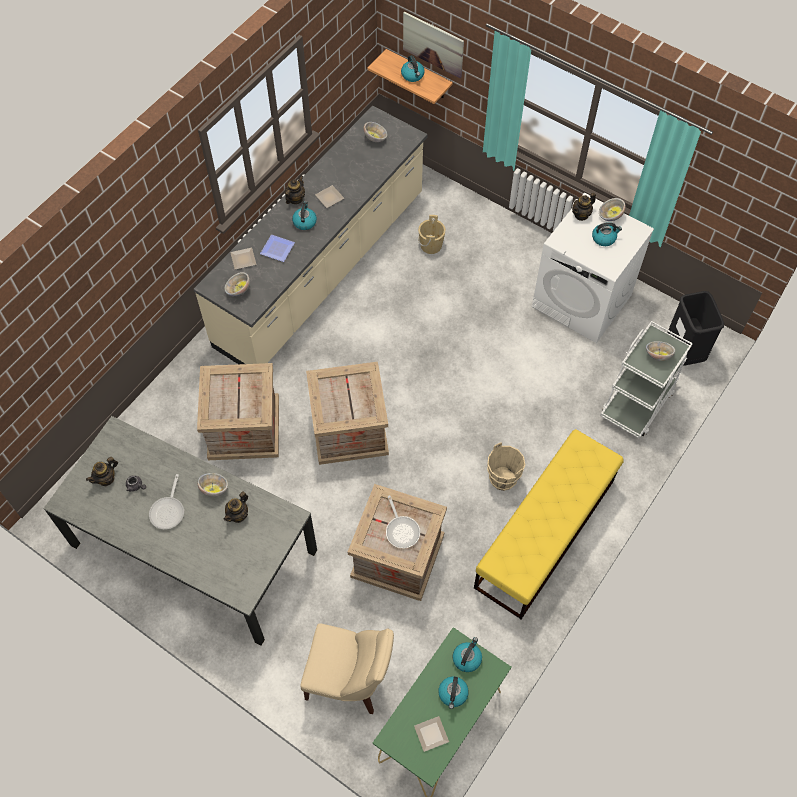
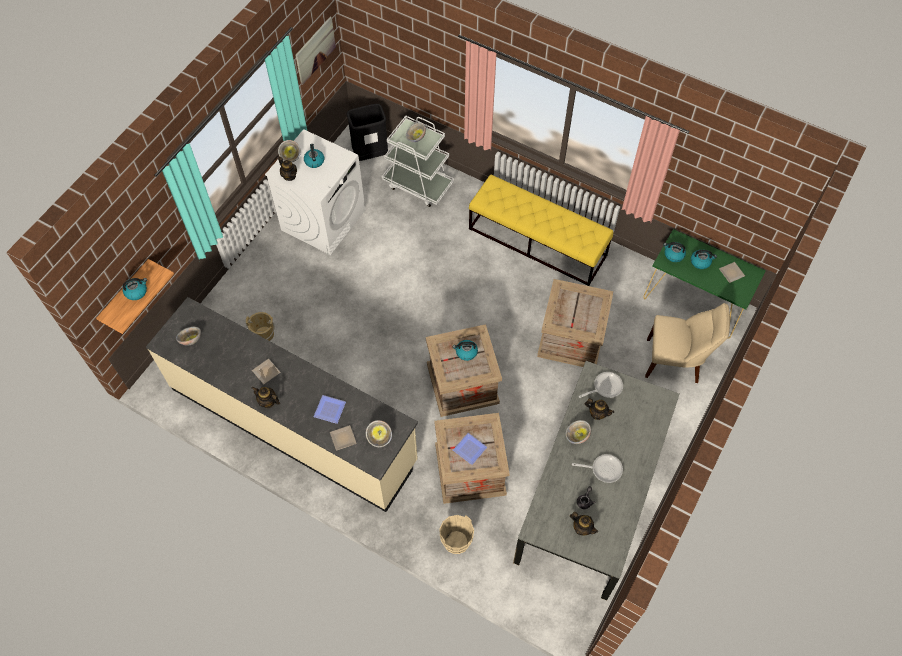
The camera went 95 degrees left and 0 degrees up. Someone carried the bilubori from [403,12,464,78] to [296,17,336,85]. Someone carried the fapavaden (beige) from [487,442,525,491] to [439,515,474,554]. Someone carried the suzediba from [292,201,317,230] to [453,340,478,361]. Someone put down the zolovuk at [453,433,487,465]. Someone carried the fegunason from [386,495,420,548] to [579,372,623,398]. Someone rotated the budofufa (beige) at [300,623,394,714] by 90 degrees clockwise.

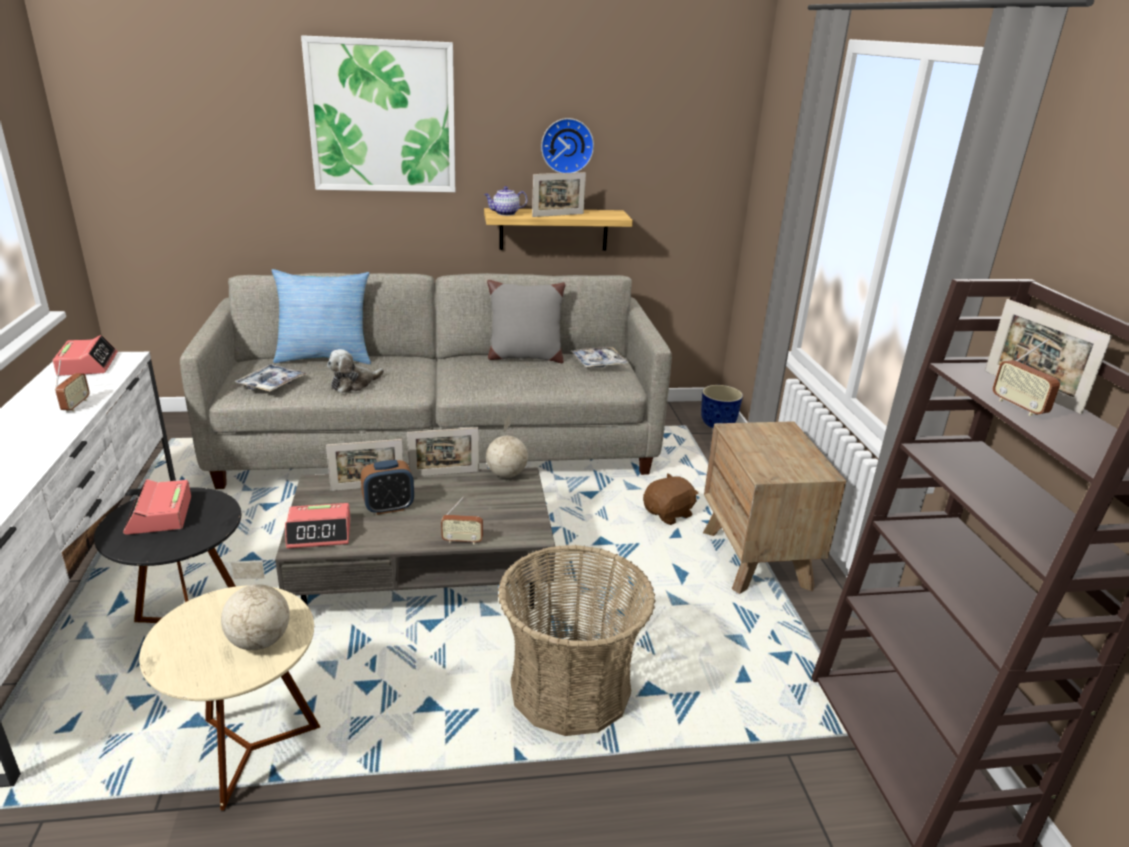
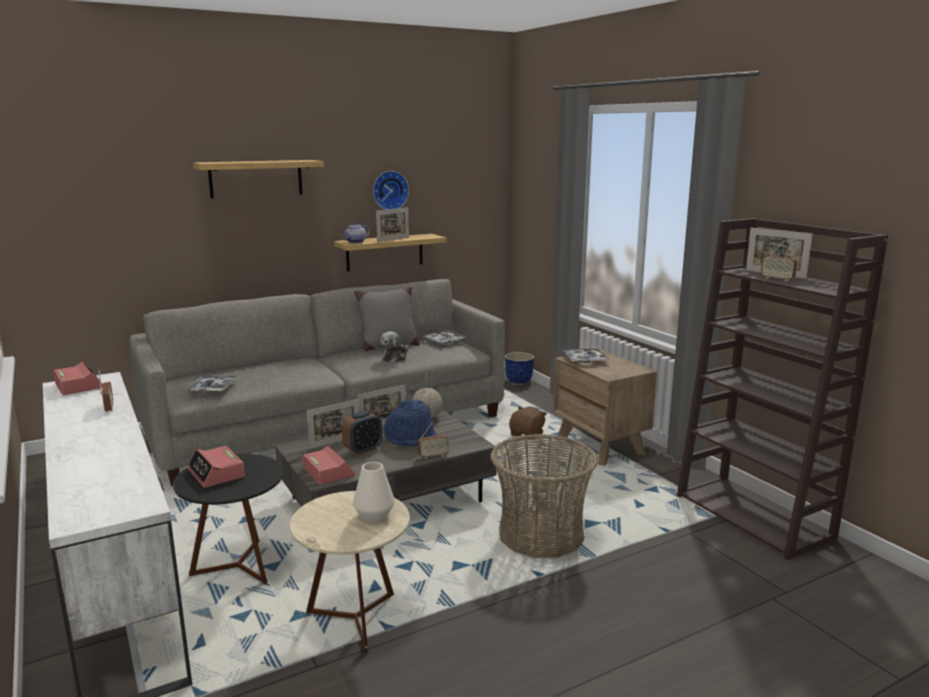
The camera went 20 degrees left and 10 degrees down. Someone swapped the bilubori at [301,35,455,192] for the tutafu at [193,160,324,198]. Someone rotated the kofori at [285,503,351,549] by 90 degrees counterclockwise. Someone swapped the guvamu at [221,562,290,650] for the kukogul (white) at [353,462,395,522]. Someone carried the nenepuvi from [327,349,384,393] to [380,332,409,363]. Someone put down the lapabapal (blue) at [384,399,437,447]. Someone put down the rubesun at [564,349,610,363]. Someone took away the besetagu at [271,269,371,364].

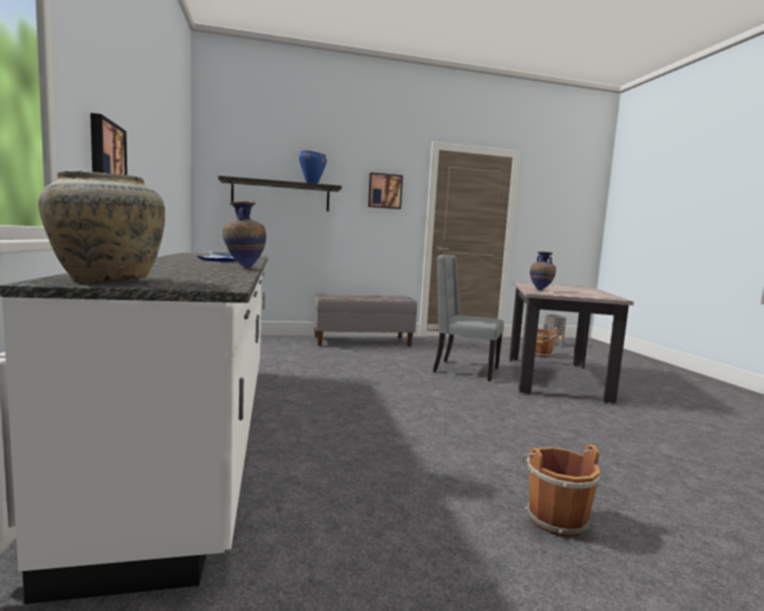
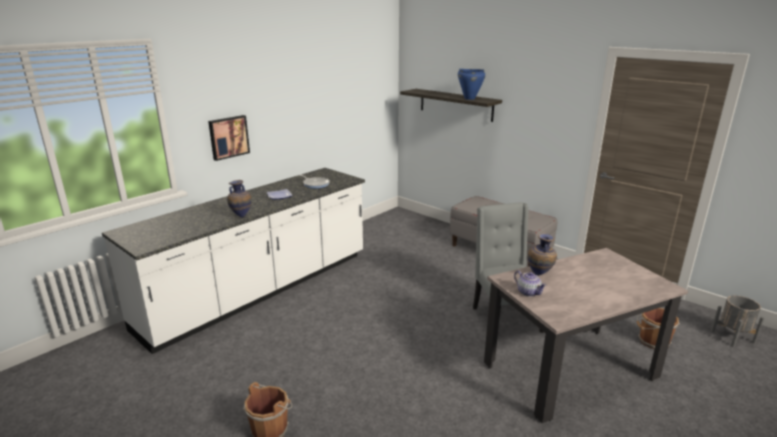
The camera went 55 degrees right and 15 degrees up. Someone put down the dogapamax at [514,271,547,297]. Someone took away the kukogul (beige) at [38,170,165,282]. Someone took away the bilubori at [368,173,403,209].

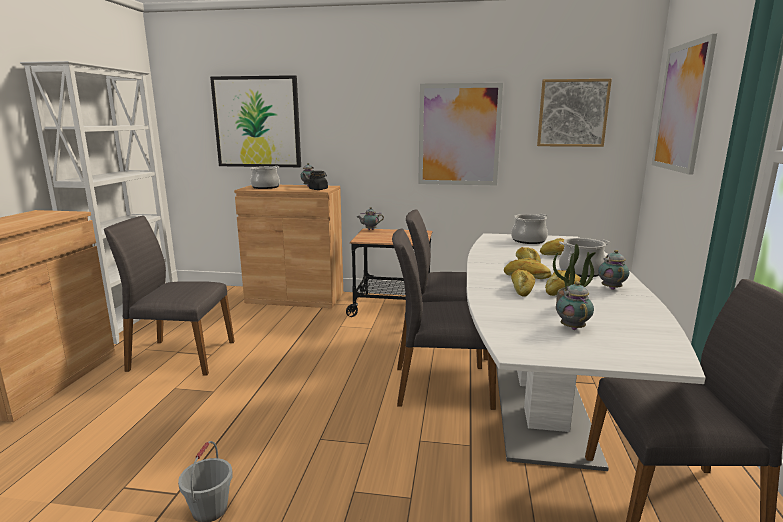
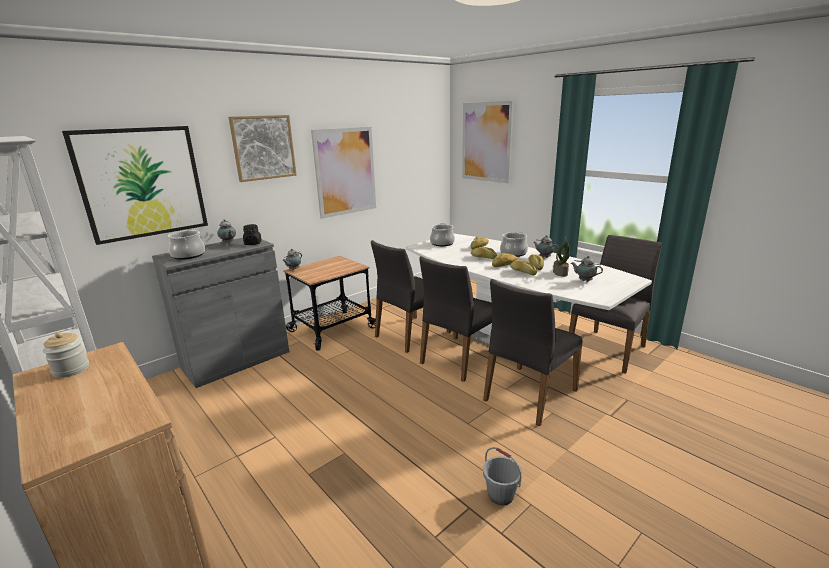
The camera went 50 degrees left and 5 degrees up. Someone put down the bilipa at [43,332,89,378]. Someone repainted the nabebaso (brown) at [234,185,343,308], which became the nabebaso (grey) at [152,238,289,388]. Someone carried the bilubori from [537,79,612,147] to [229,115,296,182]. Someone carried the budofufa (grey) from [104,216,235,376] to [483,279,583,426].

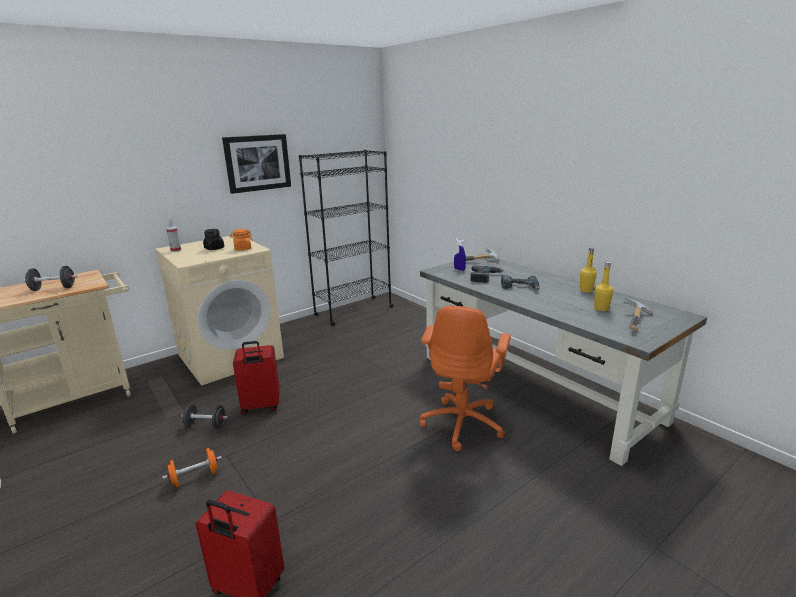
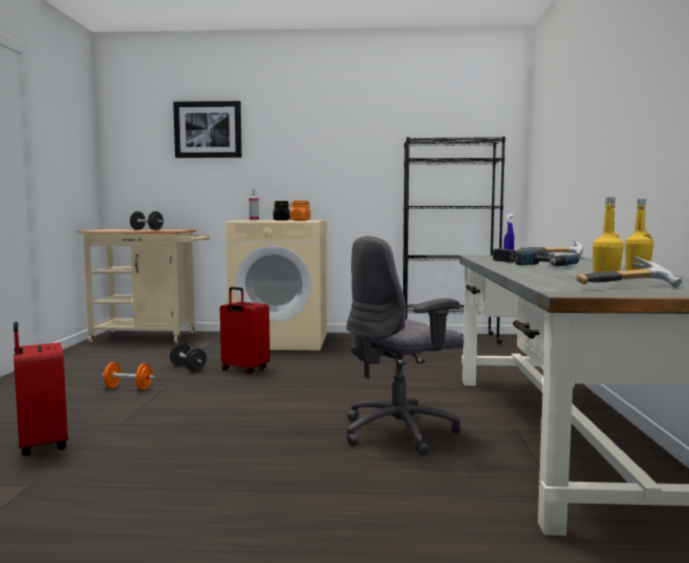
The camera went 40 degrees right and 15 degrees down. Someone carried the bilubori from [222,134,291,194] to [173,101,242,158]. Someone repainted the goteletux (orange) at [420,306,511,451], which became the goteletux (grey) at [346,236,464,455].

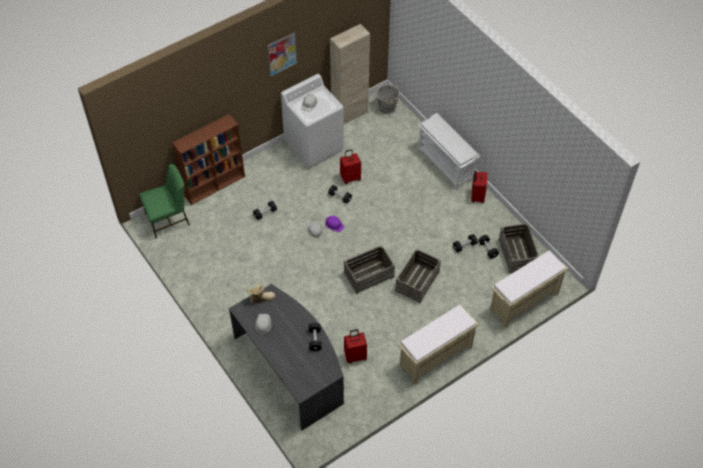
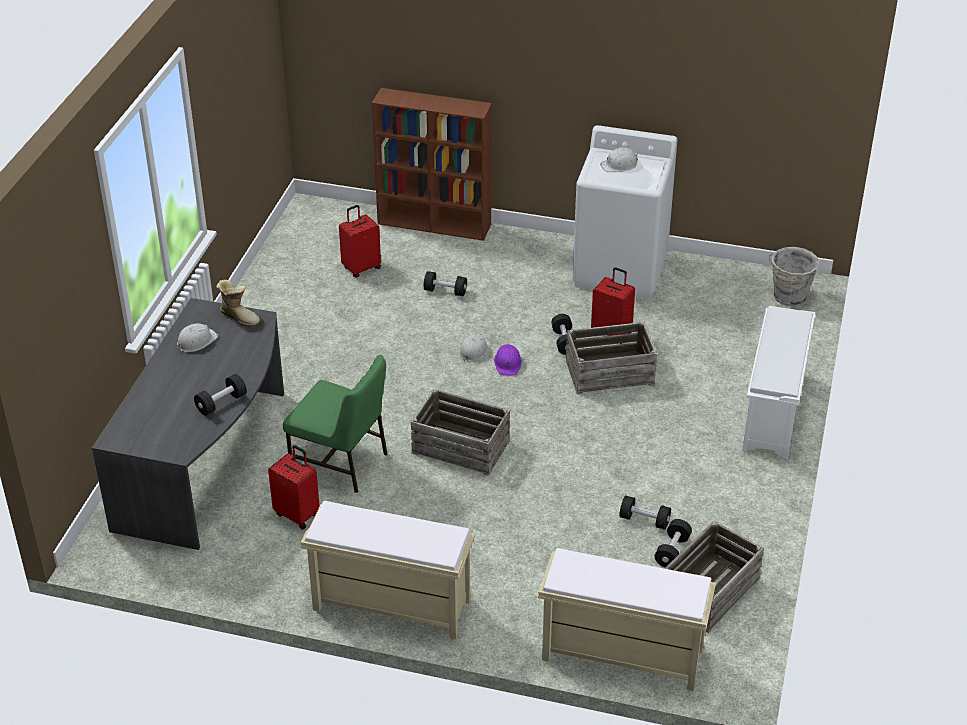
The camera went 50 degrees right and 15 degrees down. Someone carried the budofufa (green) from [139,164,190,238] to [283,355,387,493]. Someone carried the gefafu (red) from [471,170,487,203] to [339,205,381,277]. Someone carried the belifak from [395,249,441,303] to [566,322,657,395]. Someone took away the bilubori at [267,32,297,77]. Someone took away the nabebaso (beige) at [330,24,370,124].

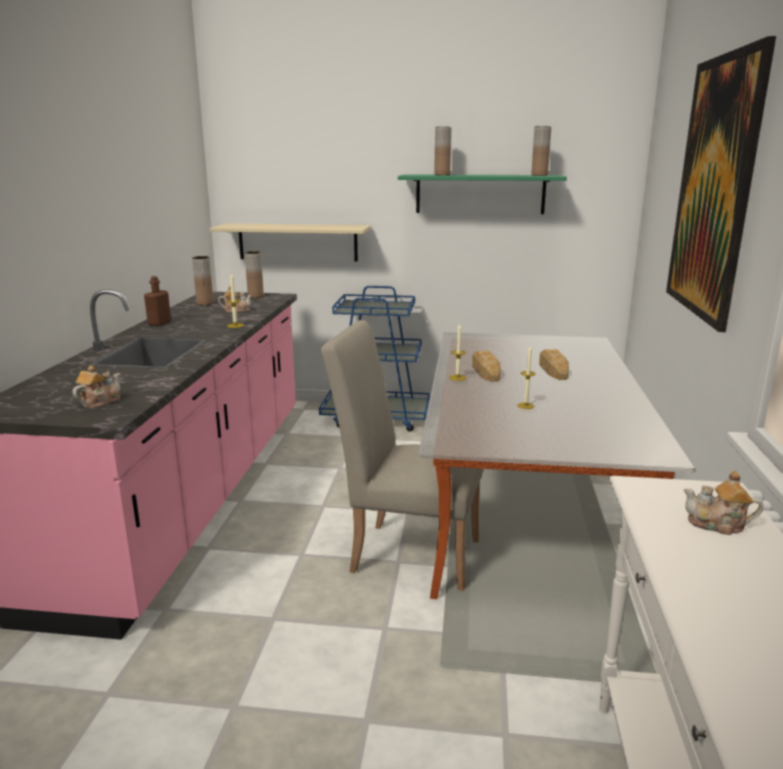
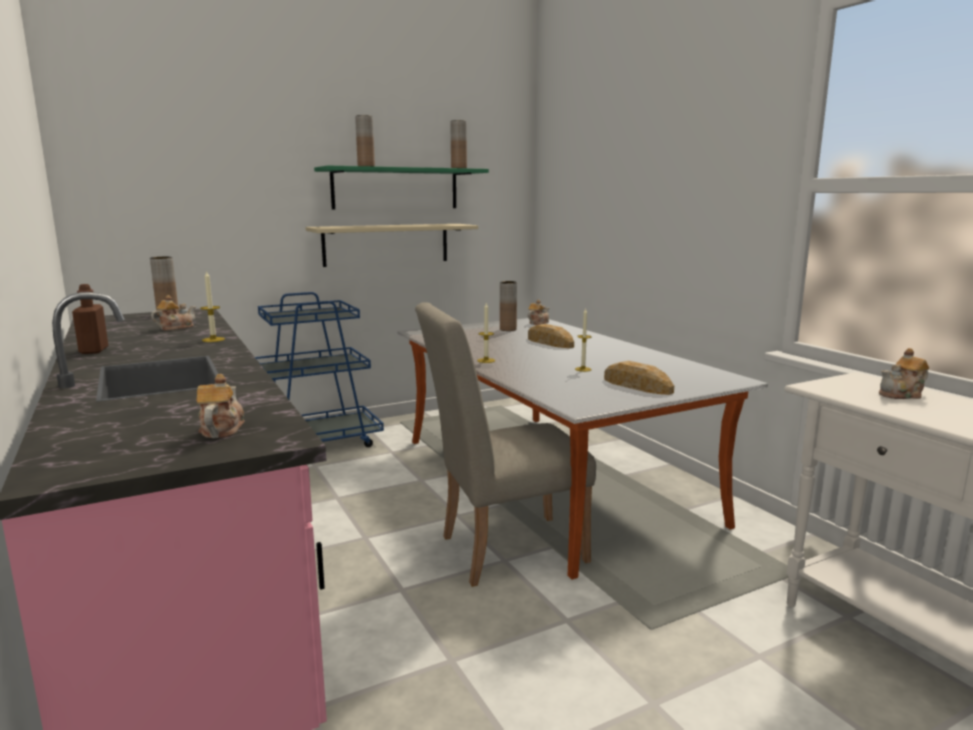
The camera went 35 degrees left and 5 degrees down. Someone carried the tutafu (beige) from [210,223,370,261] to [306,224,478,267]. Someone carried the kukogul (brown) from [192,256,214,305] to [500,281,517,331]. Someone put down the dogapamax at [528,300,549,325]. Someone carried the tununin from [472,351,501,382] to [604,361,674,395]. Someone took away the bilubori at [666,36,776,332].

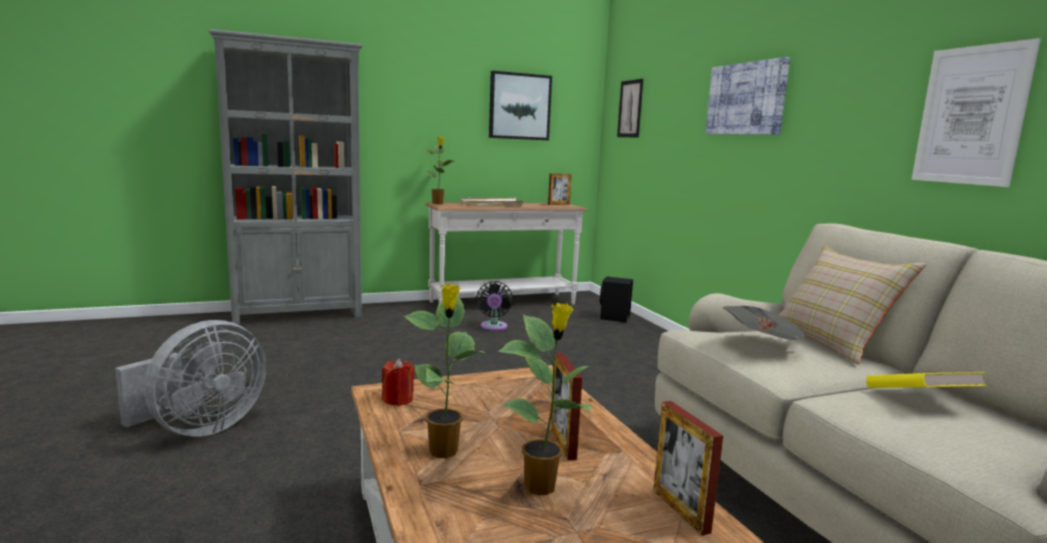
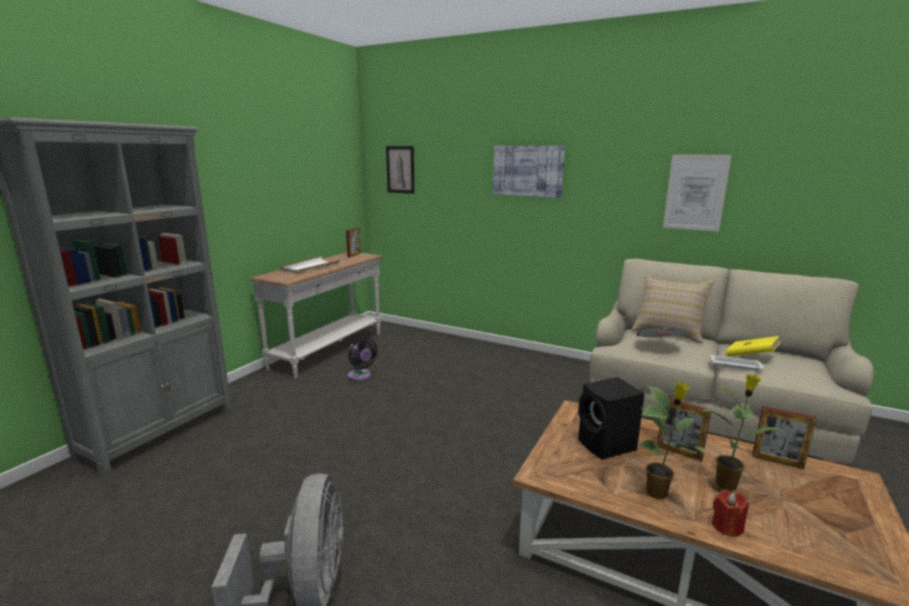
The camera went 40 degrees left and 5 degrees up. Someone carried the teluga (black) from [600,276,633,323] to [578,377,645,460]. Someone put down the rubesun (white) at [710,354,765,371]. Someone carried the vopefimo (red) from [382,358,415,406] to [712,490,748,537]. Someone took away the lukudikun at [424,137,454,204]. Someone took away the bilubori at [489,71,552,140].

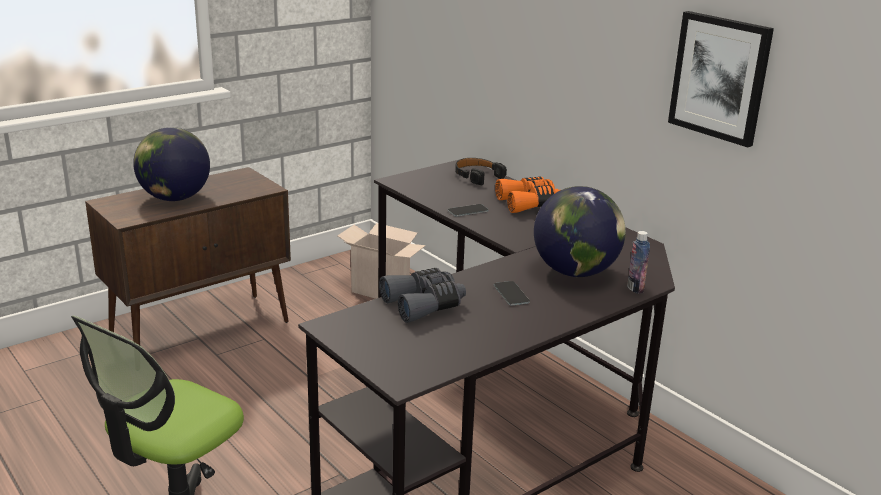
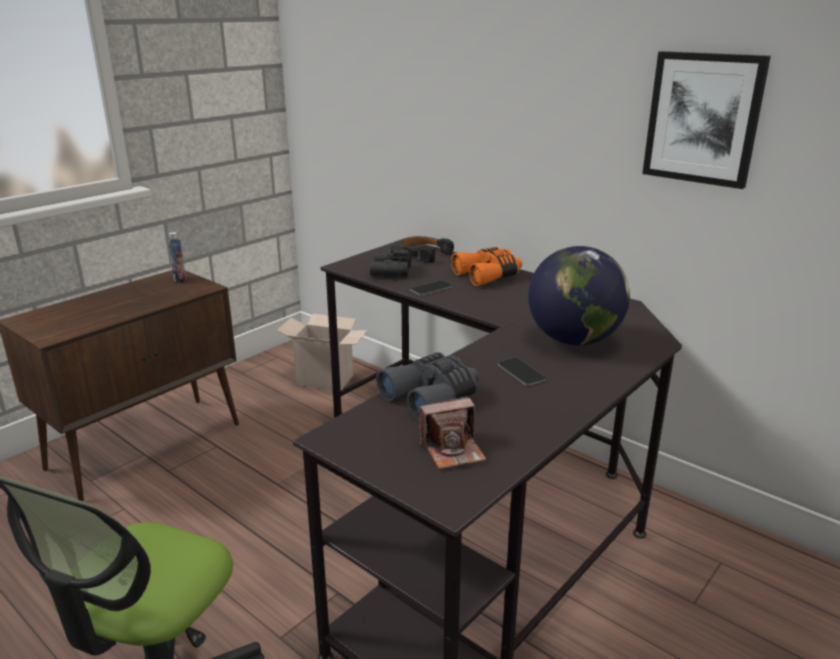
The camera went 10 degrees left and 0 degrees up. Someone carried the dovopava from [627,231,650,294] to [168,232,186,283]. Someone put down the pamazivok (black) at [370,245,411,277]. Someone put down the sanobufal at [420,396,487,469]. Someone took away the guvamu at [133,127,210,201].

